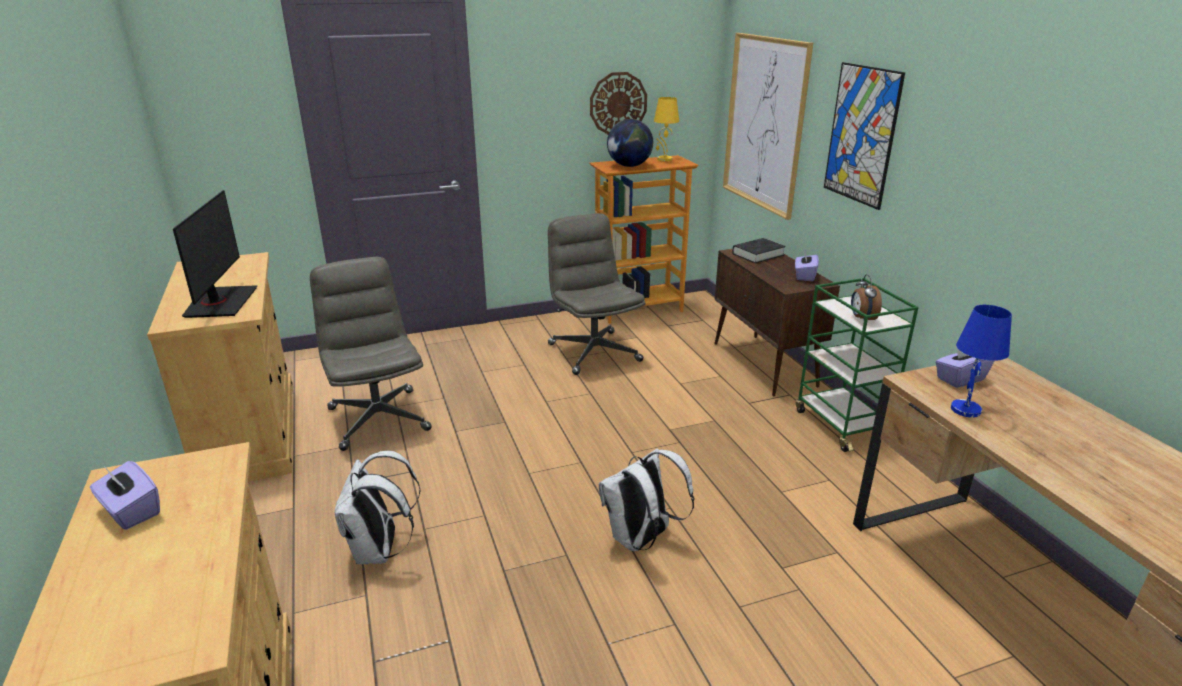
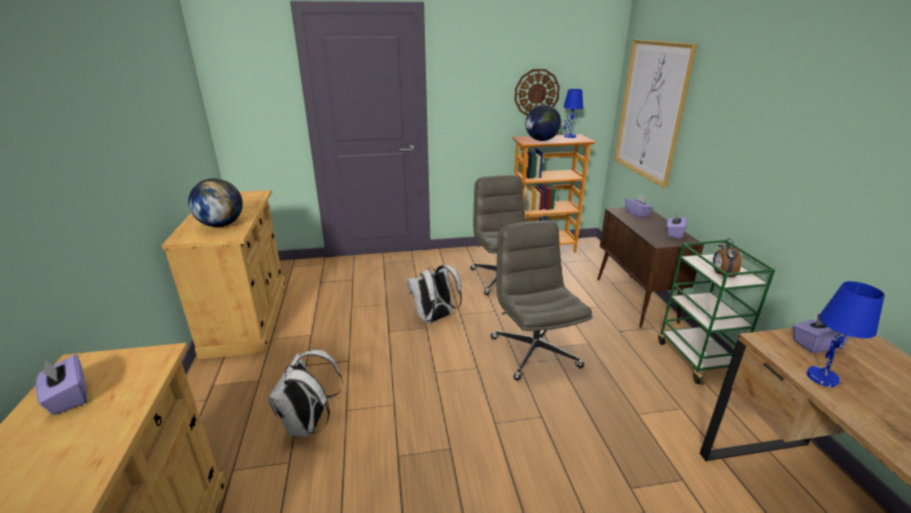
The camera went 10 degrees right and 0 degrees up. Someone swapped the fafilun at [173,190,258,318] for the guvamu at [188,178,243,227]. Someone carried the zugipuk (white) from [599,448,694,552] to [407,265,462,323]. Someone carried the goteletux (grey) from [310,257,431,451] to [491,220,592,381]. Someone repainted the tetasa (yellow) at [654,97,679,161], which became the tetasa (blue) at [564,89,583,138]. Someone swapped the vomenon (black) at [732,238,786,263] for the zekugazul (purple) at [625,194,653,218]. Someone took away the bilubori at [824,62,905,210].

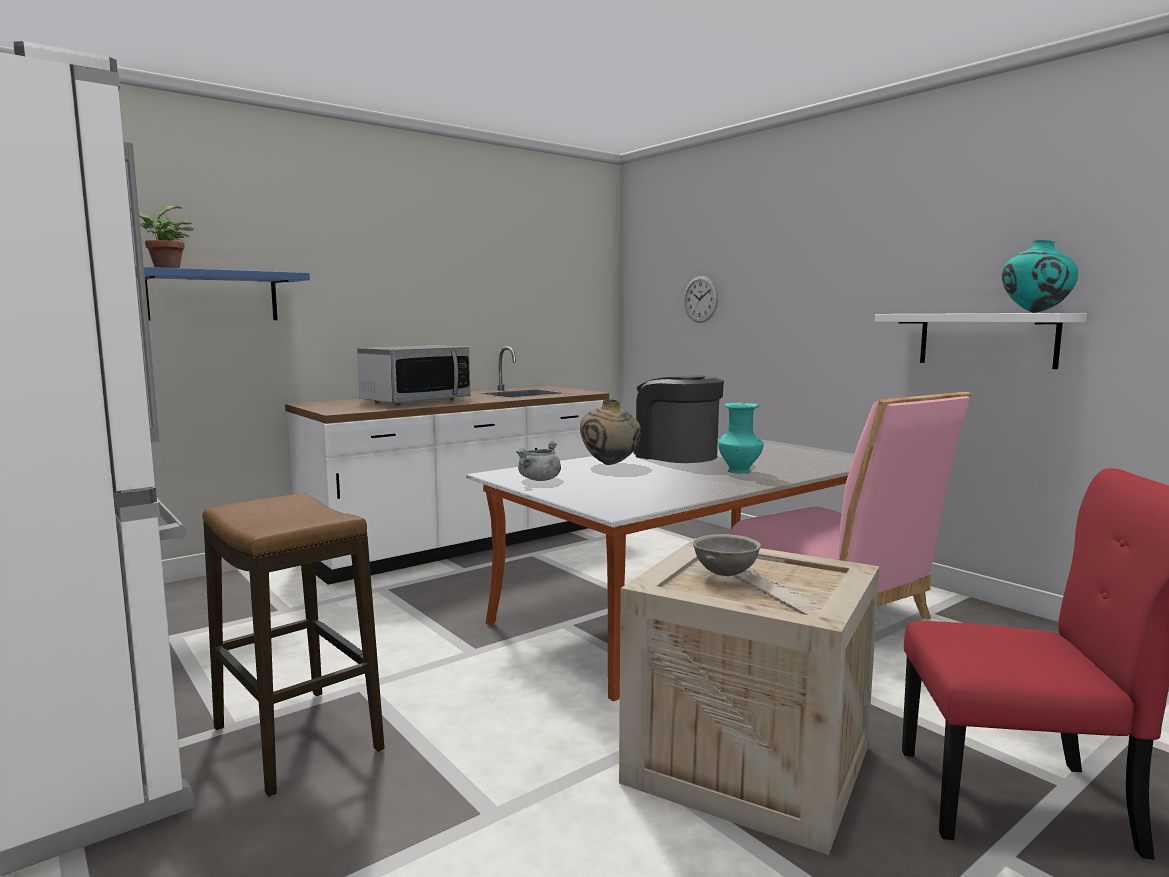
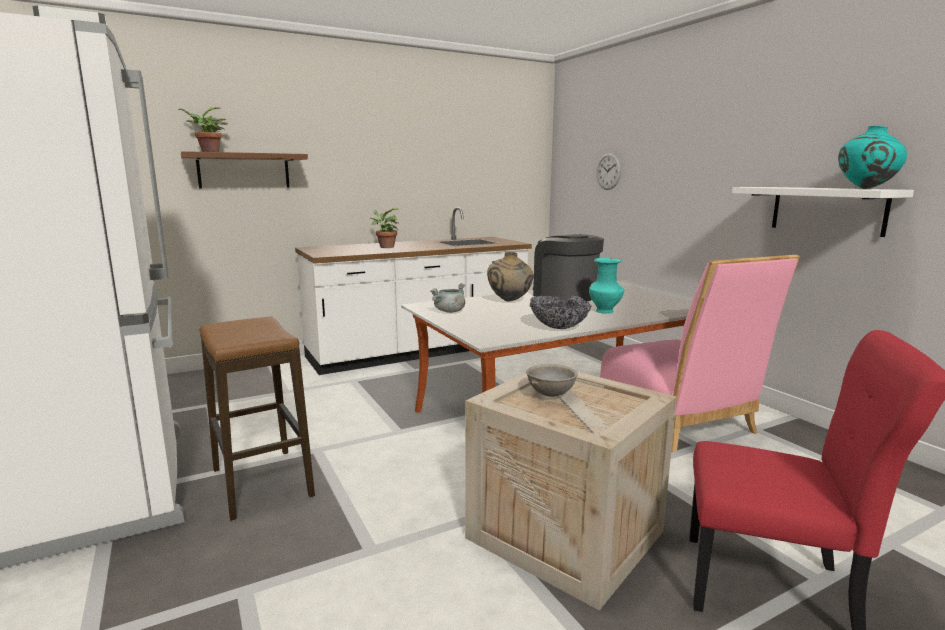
The camera went 10 degrees right and 5 degrees up. Someone repainted the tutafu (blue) at [136,267,310,320], which became the tutafu (brown) at [181,151,308,188]. Someone swapped the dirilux at [357,345,470,405] for the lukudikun at [370,208,400,248]. Someone put down the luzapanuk at [530,296,591,329].

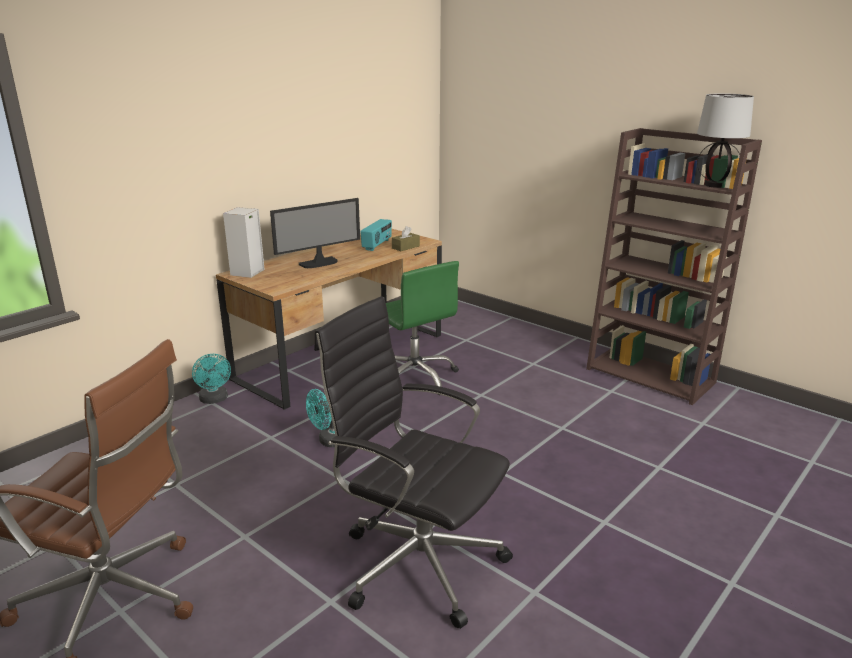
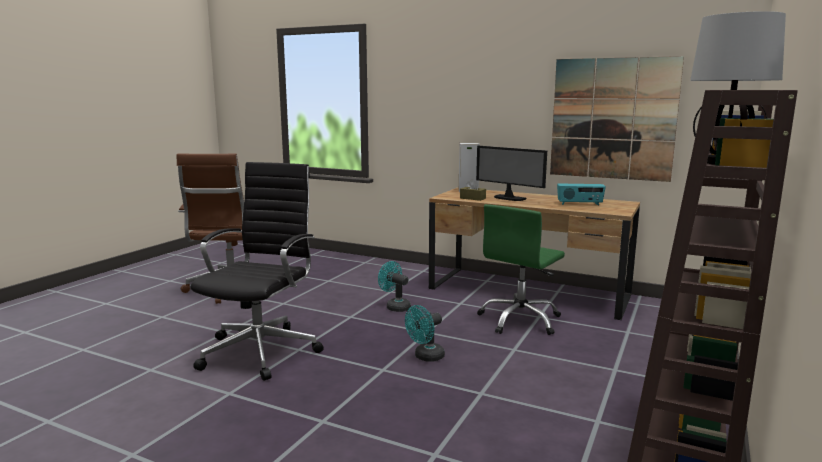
The camera went 75 degrees right and 10 degrees down. Someone carried the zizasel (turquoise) from [192,354,231,404] to [405,305,445,362]. Someone carried the zekugazul (brown) from [392,226,420,251] to [460,179,486,201]. Someone put up the bilubori at [550,56,684,182].

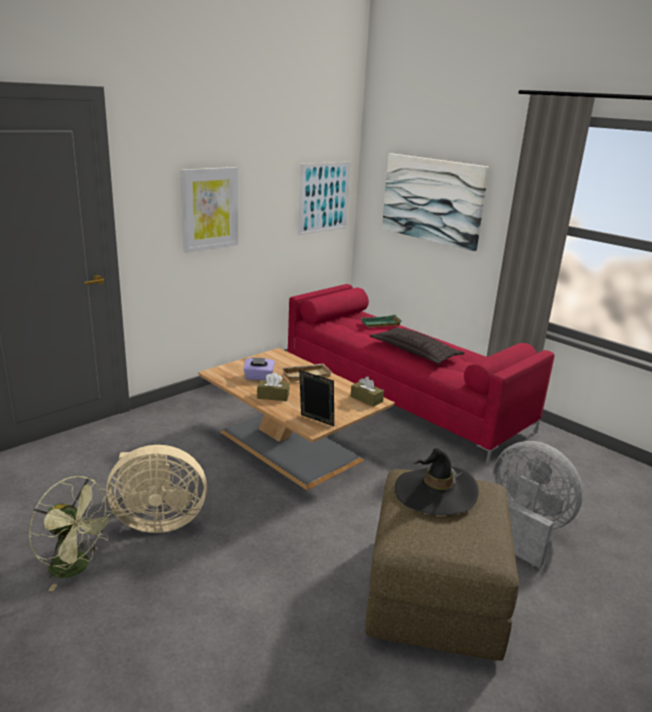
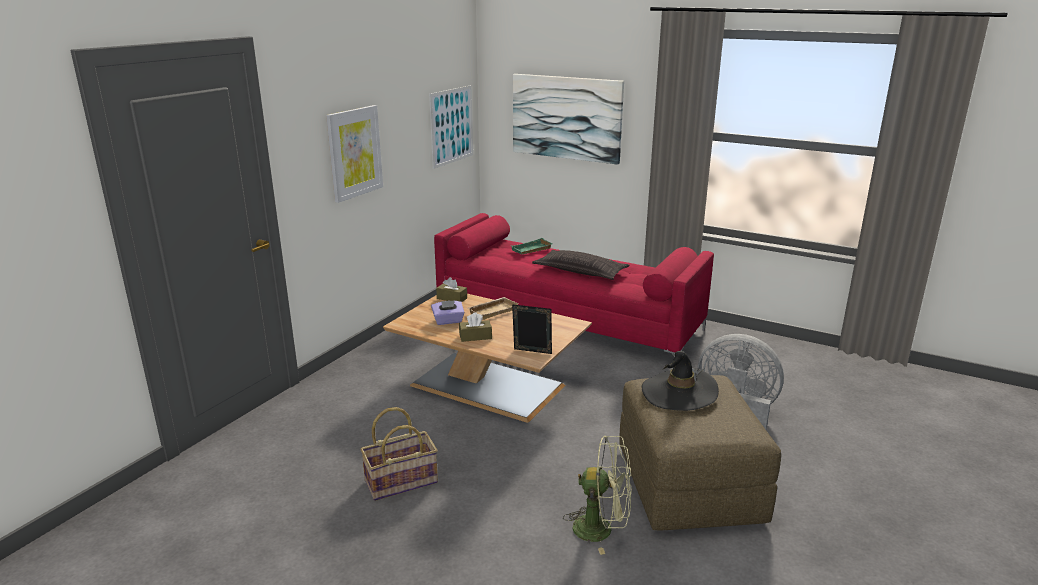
The camera went 15 degrees left and 0 degrees up. Someone swapped the zizasel (beige) at [107,445,207,533] for the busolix at [360,407,438,501]. Someone carried the zekugazul (brown) from [351,376,384,407] to [436,277,467,302]. Someone carried the zizasel (green) from [29,476,116,591] to [563,435,632,555].

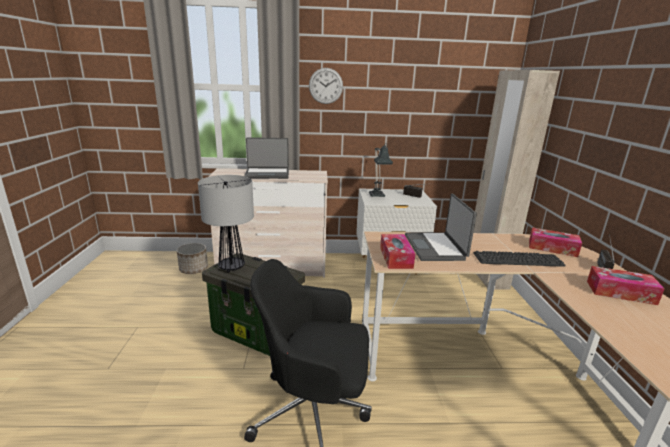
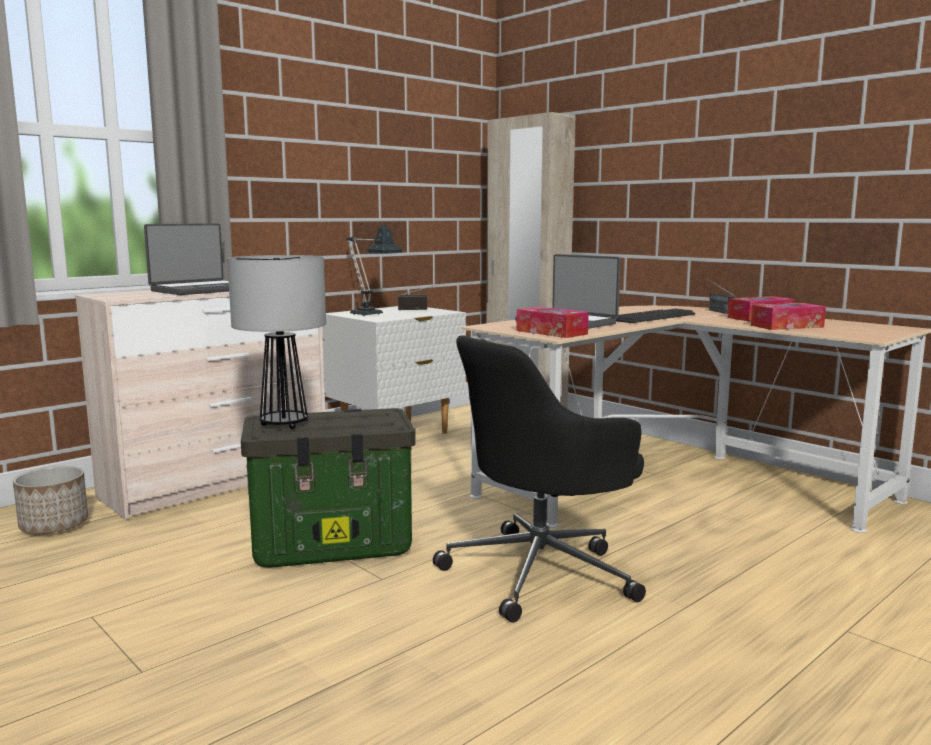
The camera went 40 degrees left and 10 degrees down. Someone carried the zekugazul from [529,227,582,257] to [751,303,826,330]. Someone took away the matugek at [309,68,343,104].

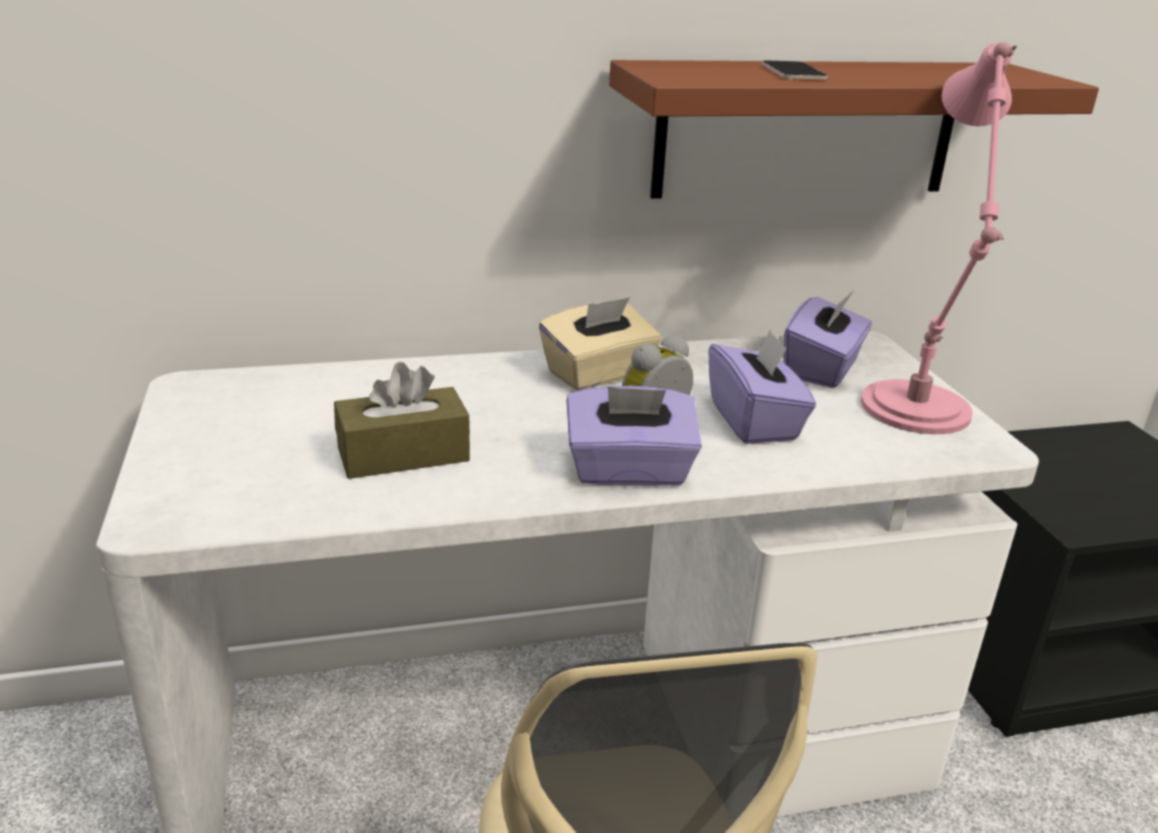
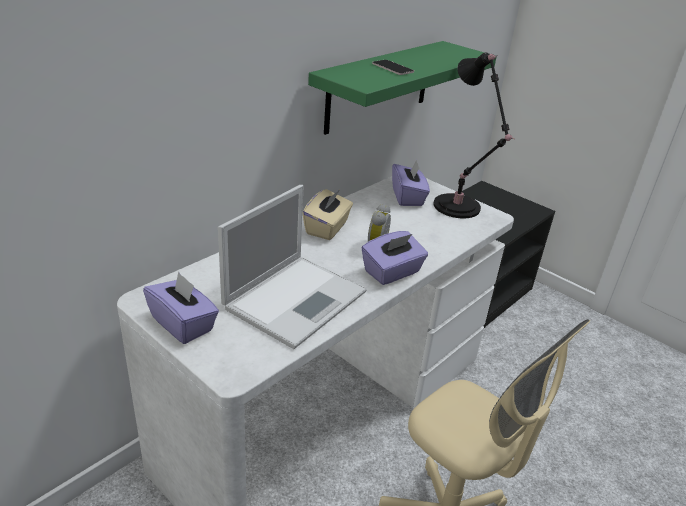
The camera went 35 degrees left and 5 degrees up. Someone carried the zekugazul (purple) from [708,329,816,444] to [143,271,219,344]. Someone swapped the zekugazul (brown) at [334,362,470,479] for the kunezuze at [218,185,367,349]. Someone repainted the tutafu (brown) at [609,60,1099,199], which became the tutafu (green) at [308,41,496,135]. Someone repainted the tetasa (pink) at [861,42,1017,434], which became the tetasa (black) at [433,53,514,218].

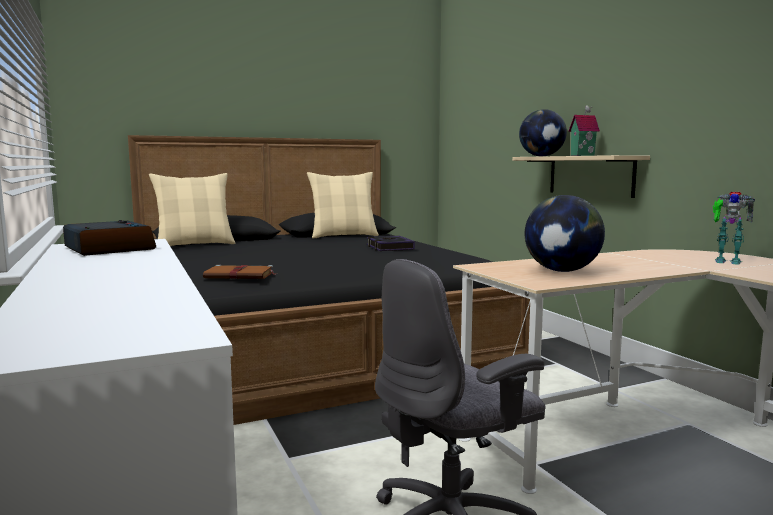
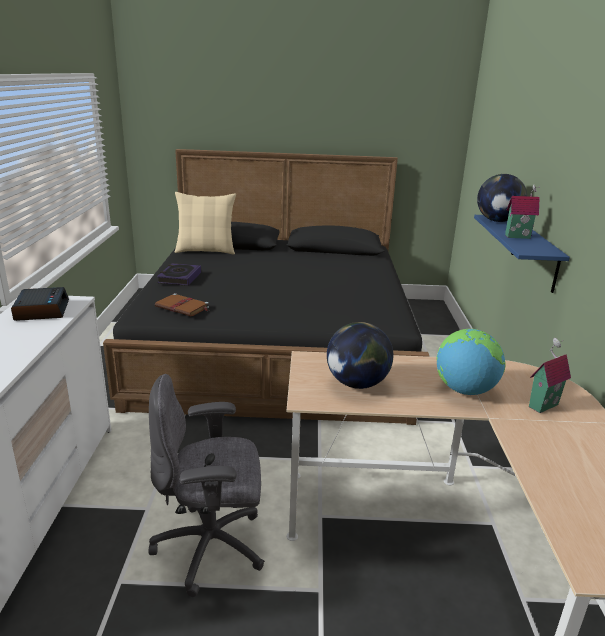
The camera went 25 degrees right and 15 degrees up. Someone carried the vomenon from [367,236,415,251] to [157,263,201,286]. Someone put down the guvamu at [436,329,506,395]. Someone repainted the tutafu (beige) at [512,155,650,198], which became the tutafu (blue) at [474,215,570,293]. Someone swapped the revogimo at [713,191,755,265] for the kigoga at [529,338,571,413]. Someone took away the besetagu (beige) at [307,172,379,238].

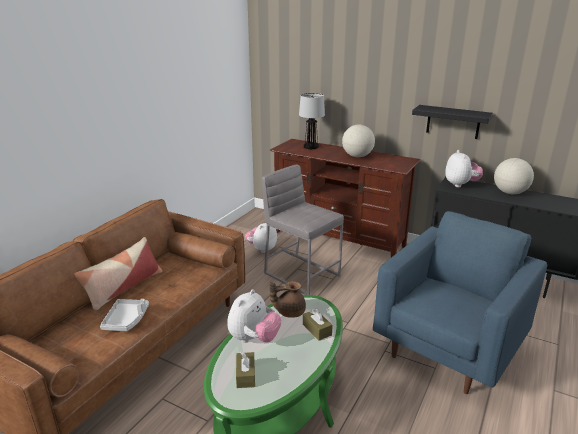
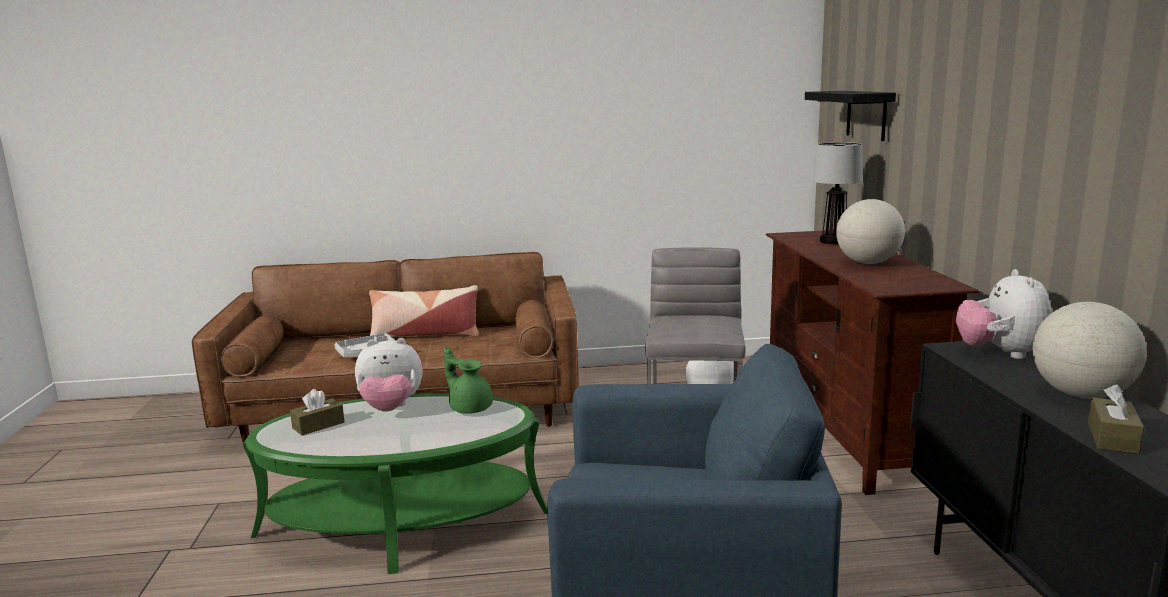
The camera went 55 degrees right and 10 degrees down. Someone repainted the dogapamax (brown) at [270,281,306,318], which became the dogapamax (green) at [444,347,493,414]. Someone carried the tutafu (black) from [412,105,493,139] to [805,91,896,141]. Someone rotated the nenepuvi at [445,150,483,188] by 135 degrees clockwise. Someone carried the zekugazul (brown) from [303,309,332,340] to [1088,384,1144,454].

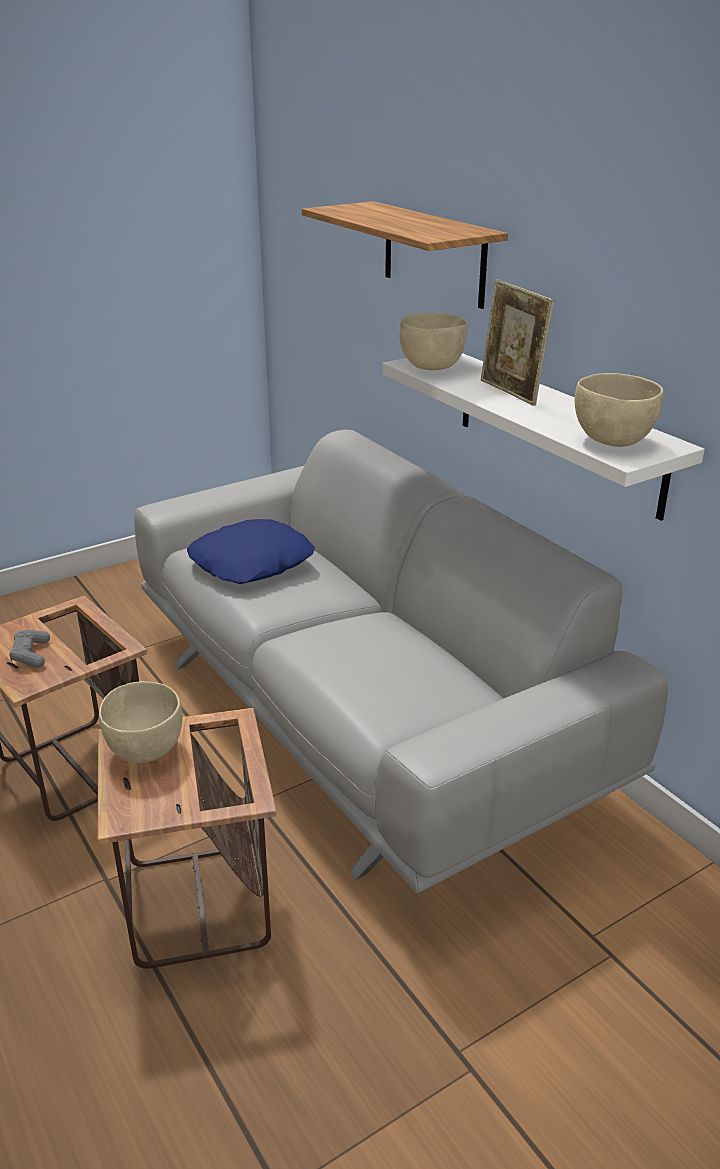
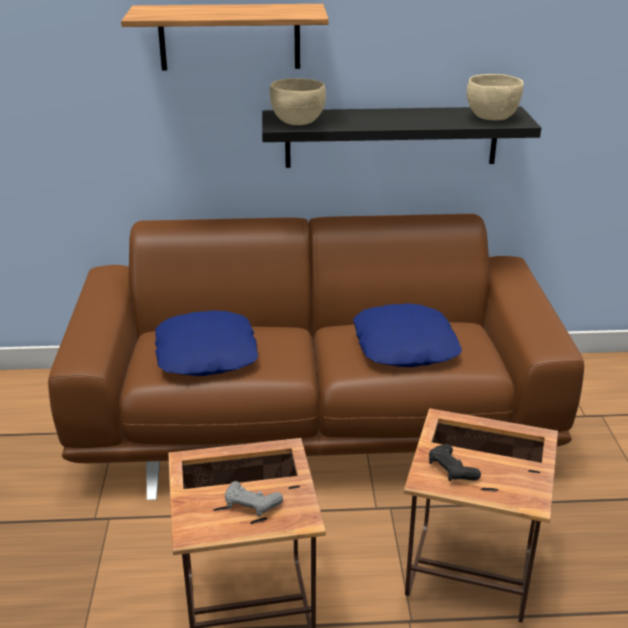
The camera went 60 degrees left and 0 degrees up. Someone repainted the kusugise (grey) at [134,429,668,893], which became the kusugise (brown) at [48,214,584,500]. Someone repainted the tutafu (white) at [382,353,705,521], which became the tutafu (black) at [262,106,541,168]. Someone put down the besetagu (blue) at [353,303,462,367]. Someone swapped the luzapanuk (beige) at [99,681,183,763] for the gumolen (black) at [429,444,481,481]. Someone took away the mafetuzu at [481,279,554,406].

